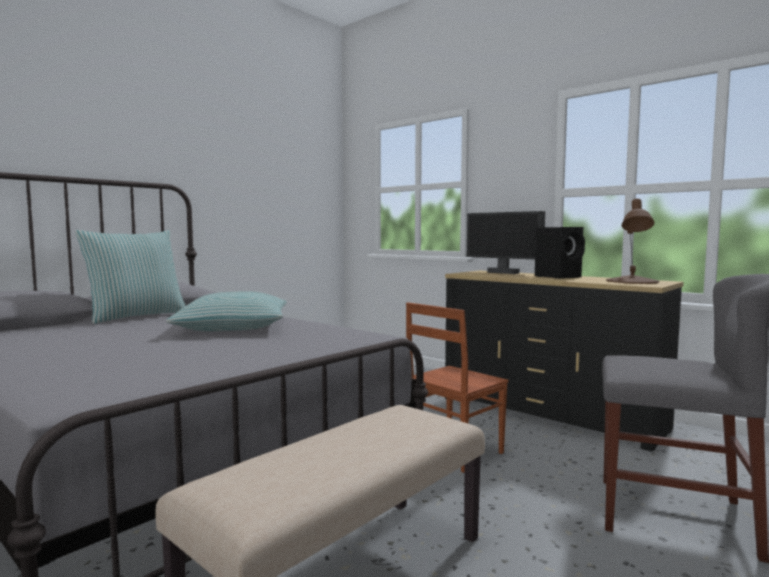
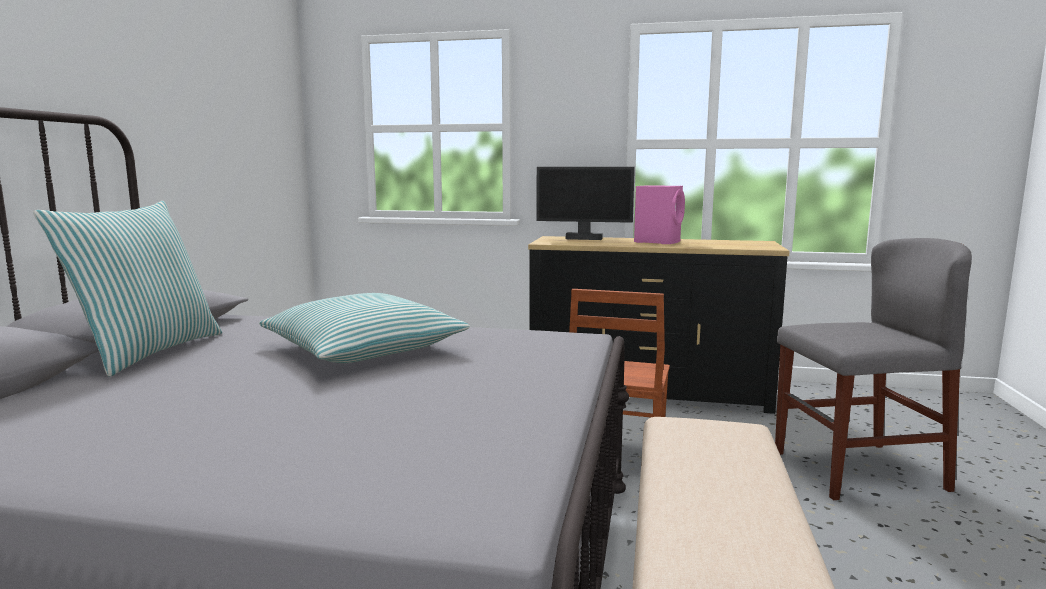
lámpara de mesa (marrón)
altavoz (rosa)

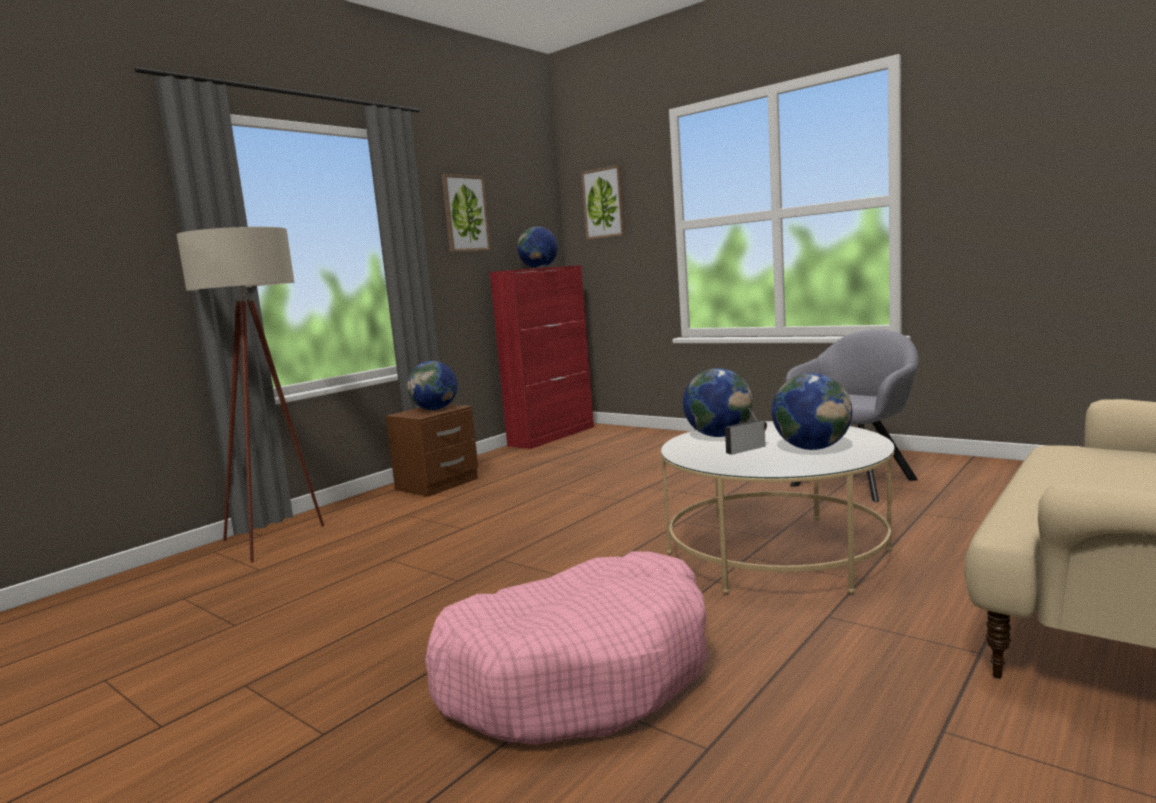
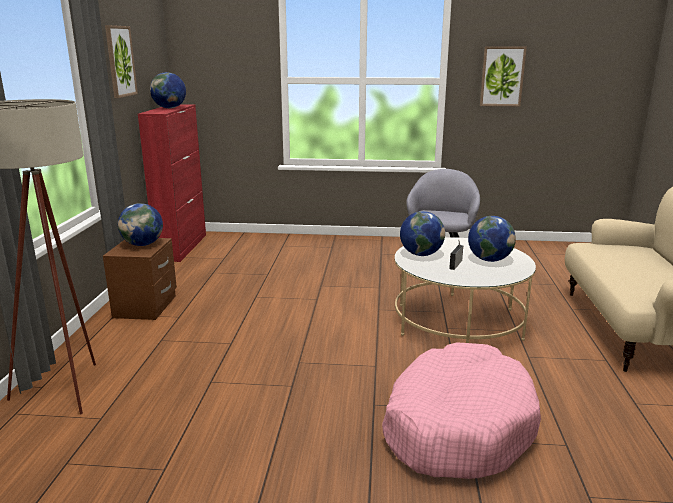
cuadro (2nd from left)

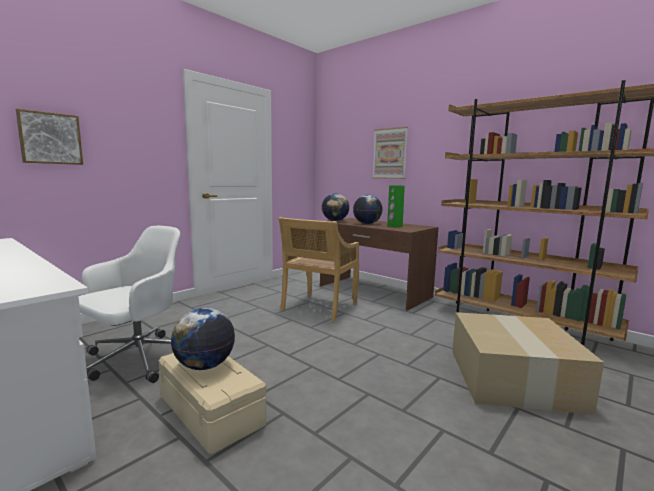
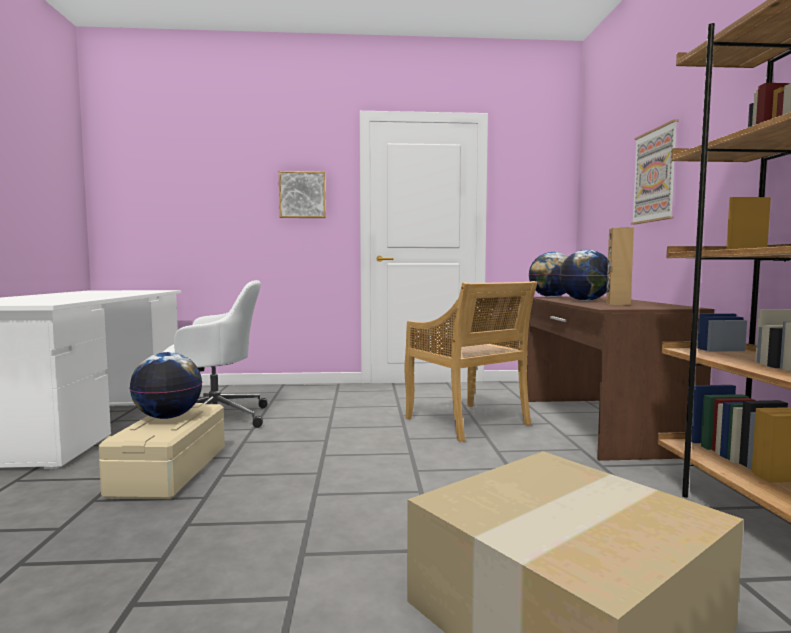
cuadro (1st from left)
altavoz (marrón)
silla (beis)

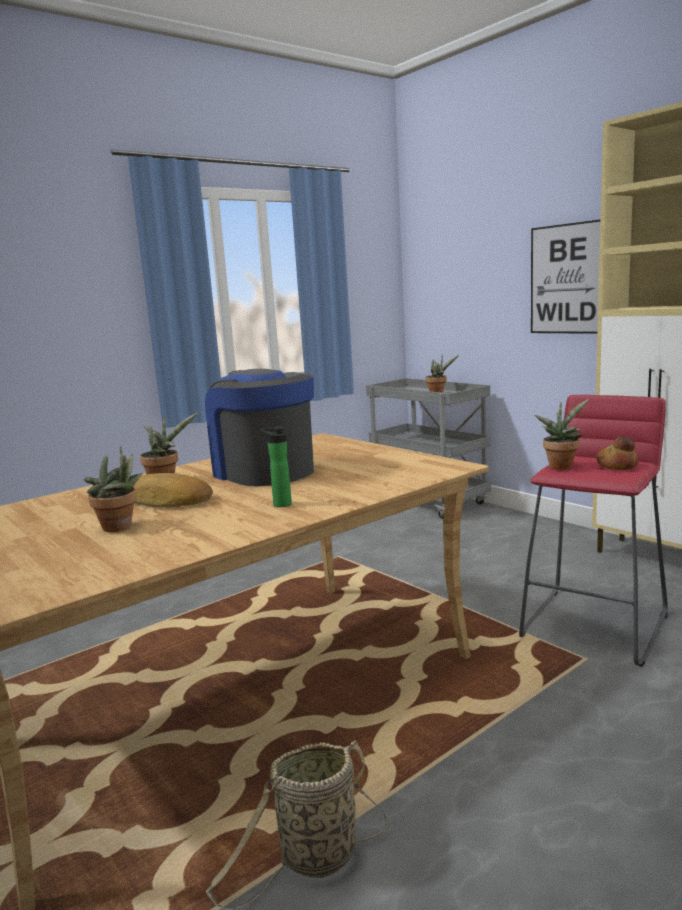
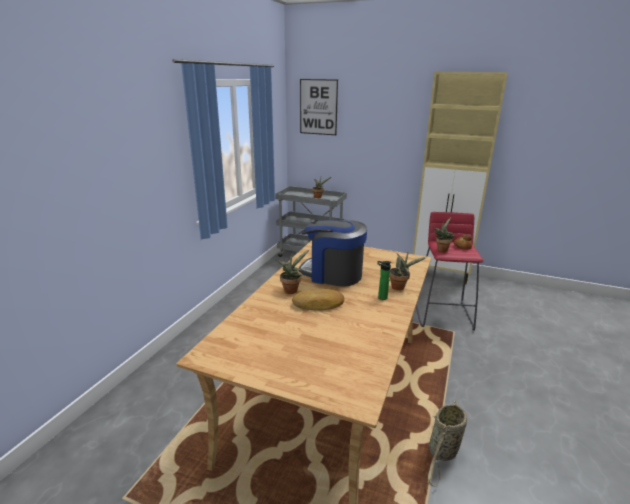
cuadro
planta en maceta (3rd from left)

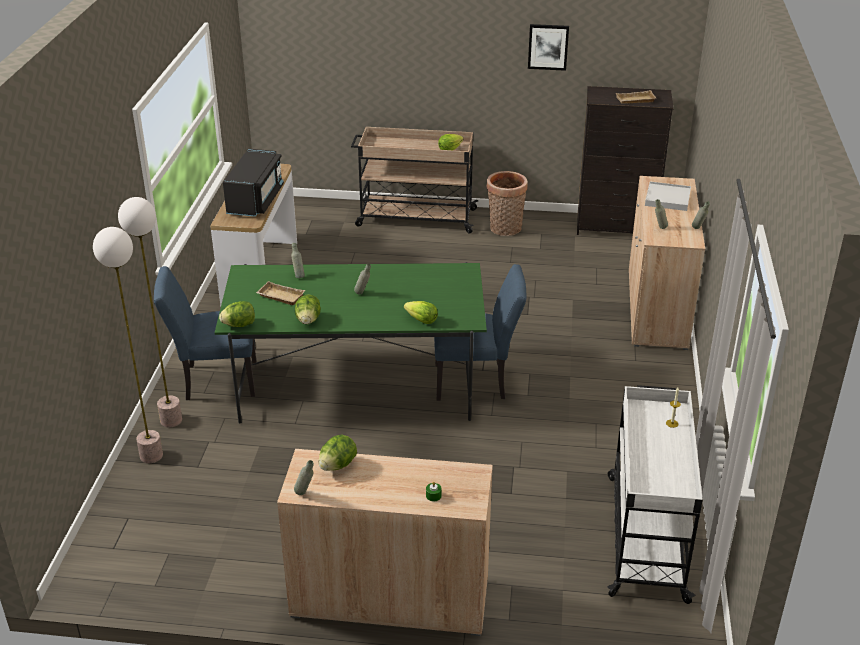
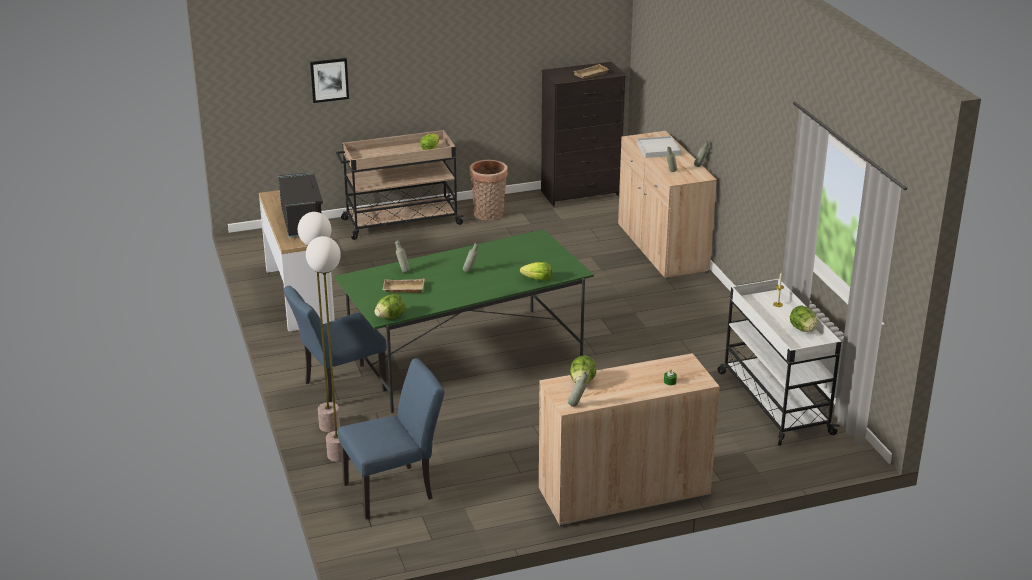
cuadro
silla (azul) (2nd from left)
lechuga (5th from left)

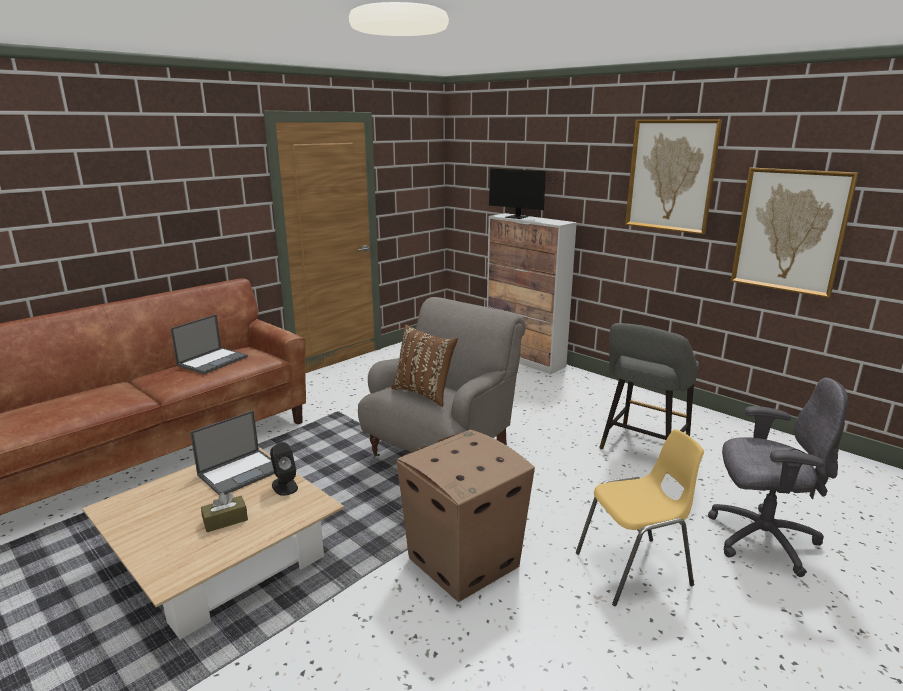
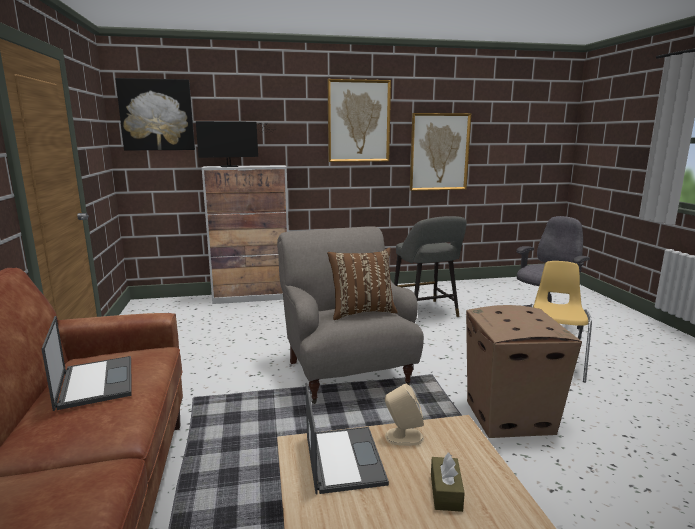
altavoz (beis)
cuadro (1st from left)

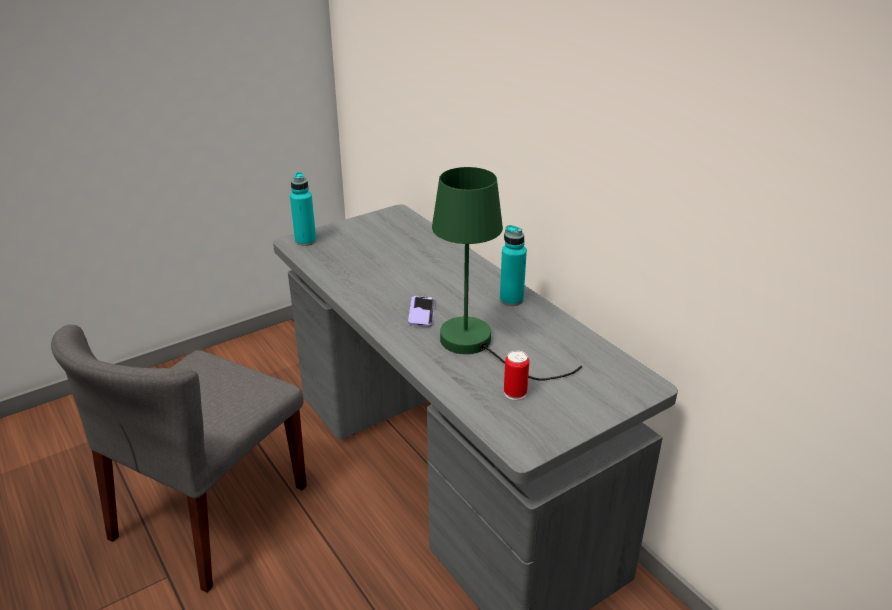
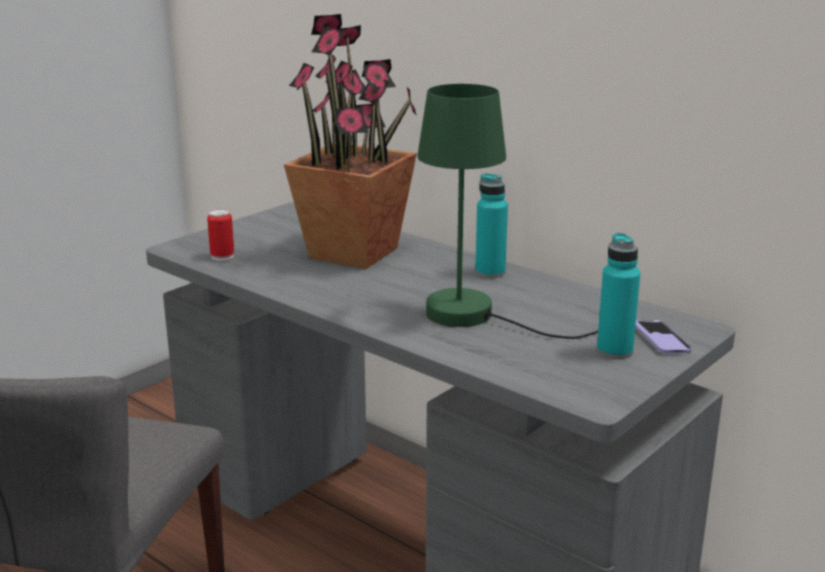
botella (turquesa) (2nd from left)
móvil
lata
planta en maceta

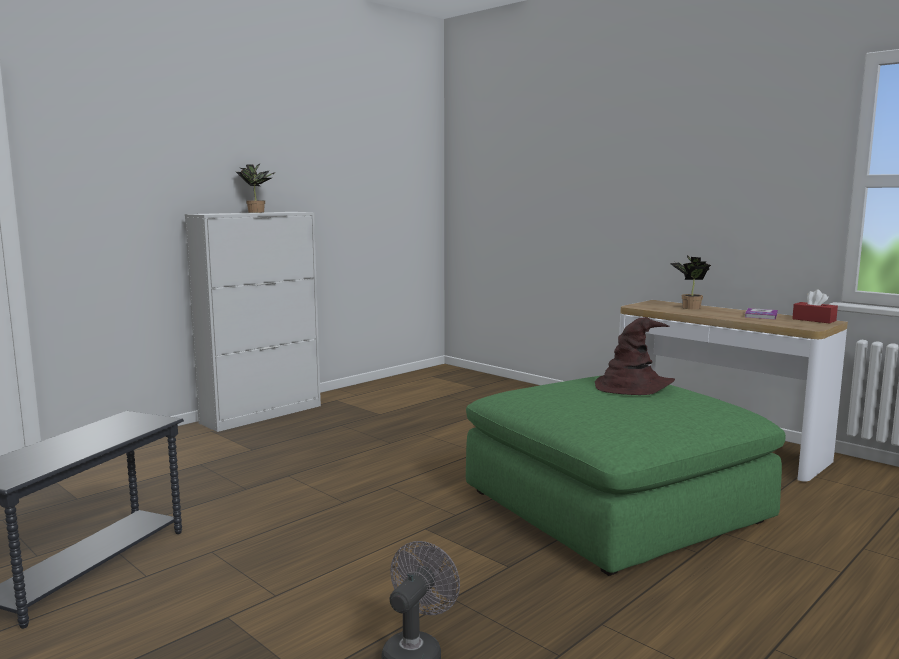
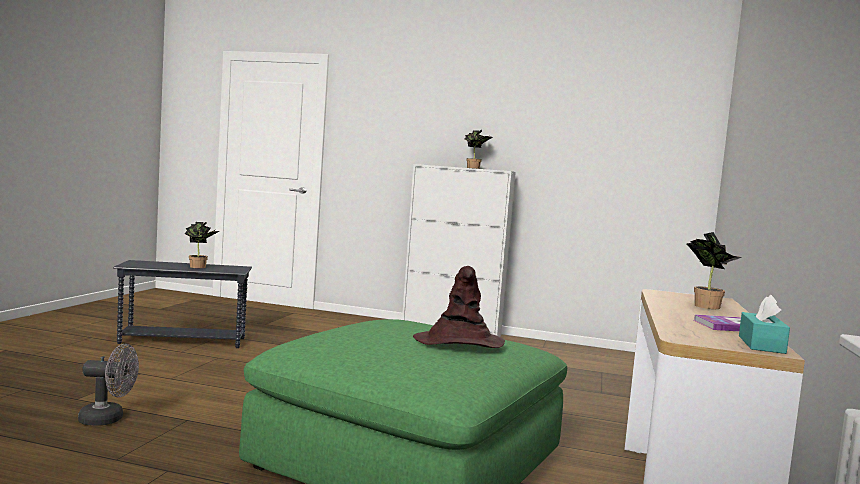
caja de pañuelos (turquesa)
planta en maceta (1st from left)

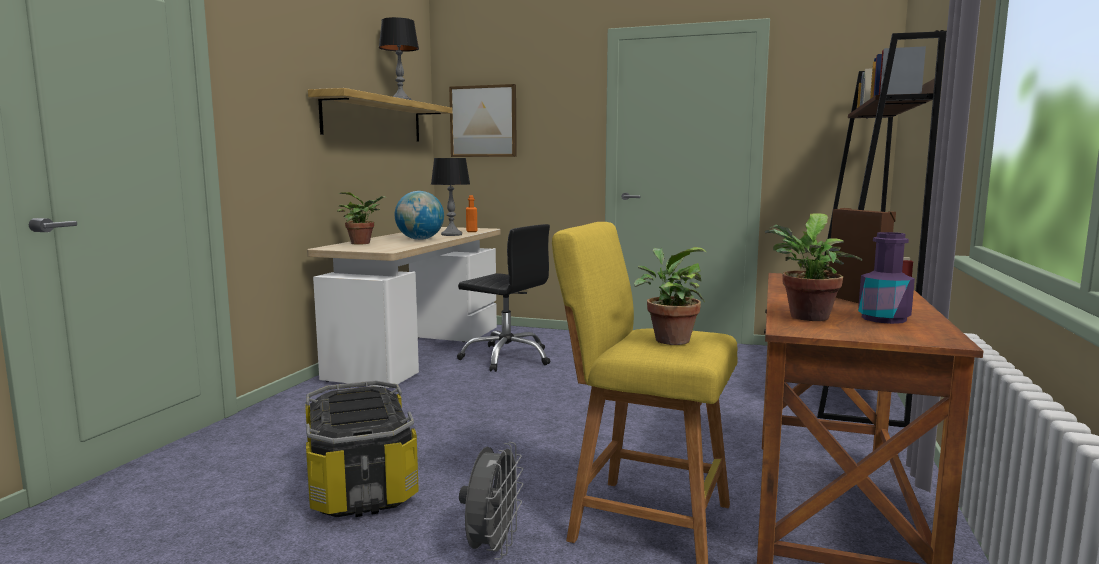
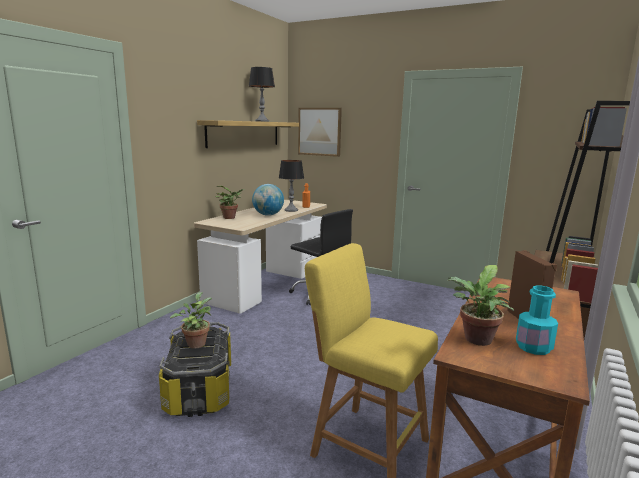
botella (turquesa)
planta en maceta (1st from left)
ventilador (gris)

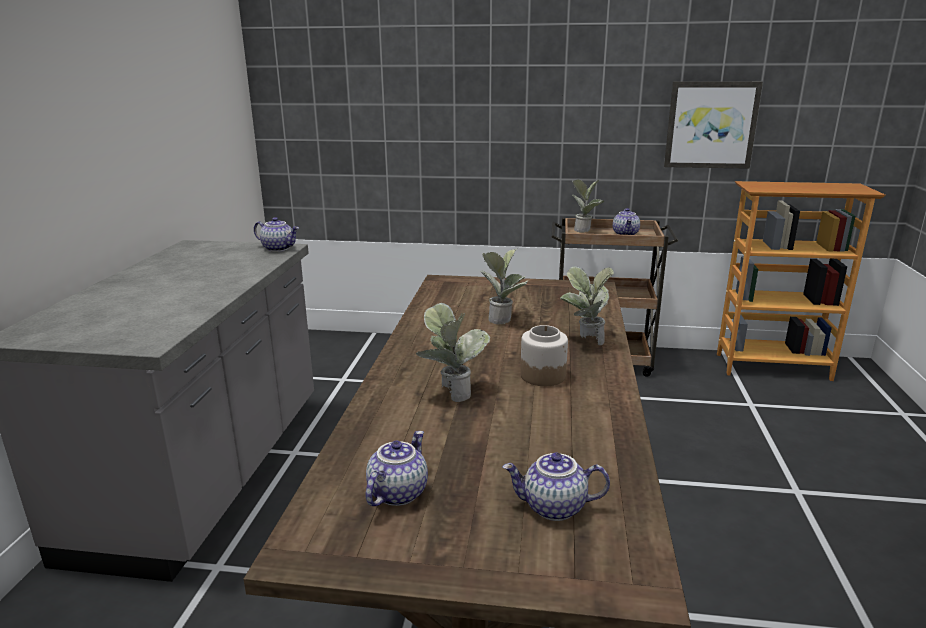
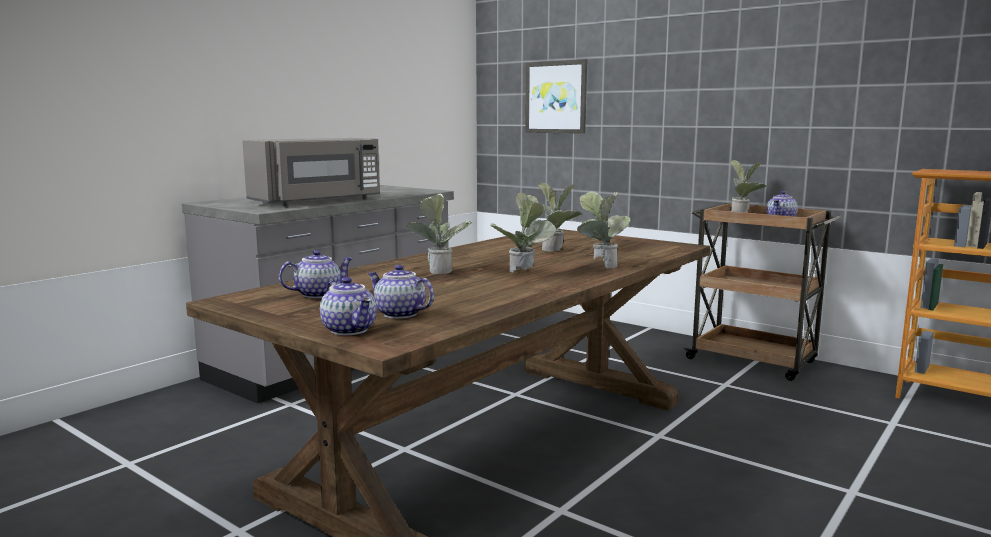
cuadro
tetera (2nd from left)
planta en maceta (2nd from left)
microondas (gris)

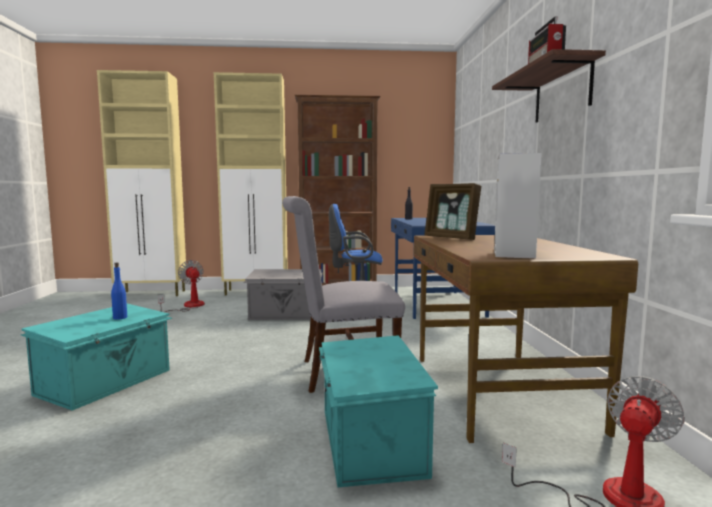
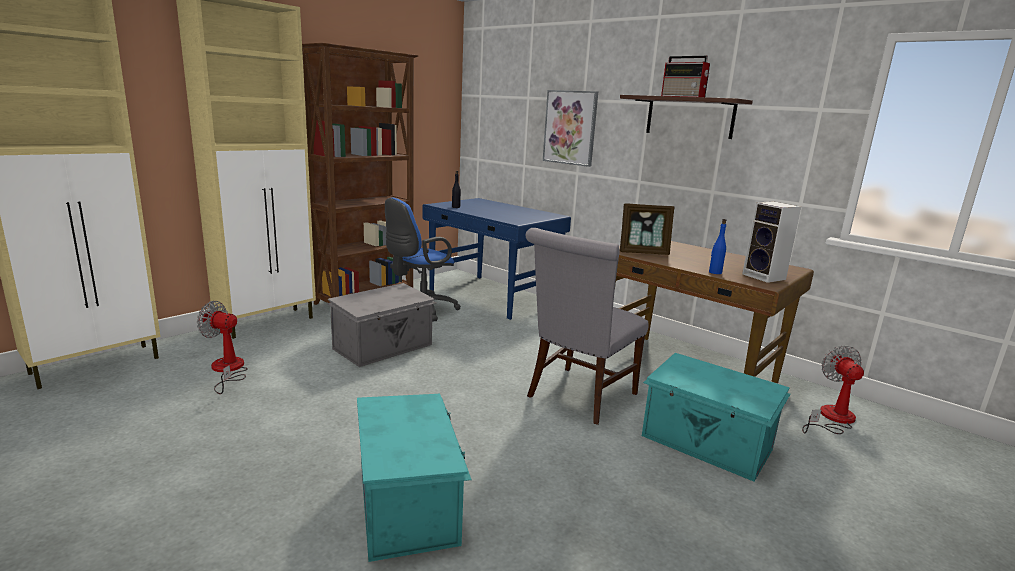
botella (azul)
cuadro

